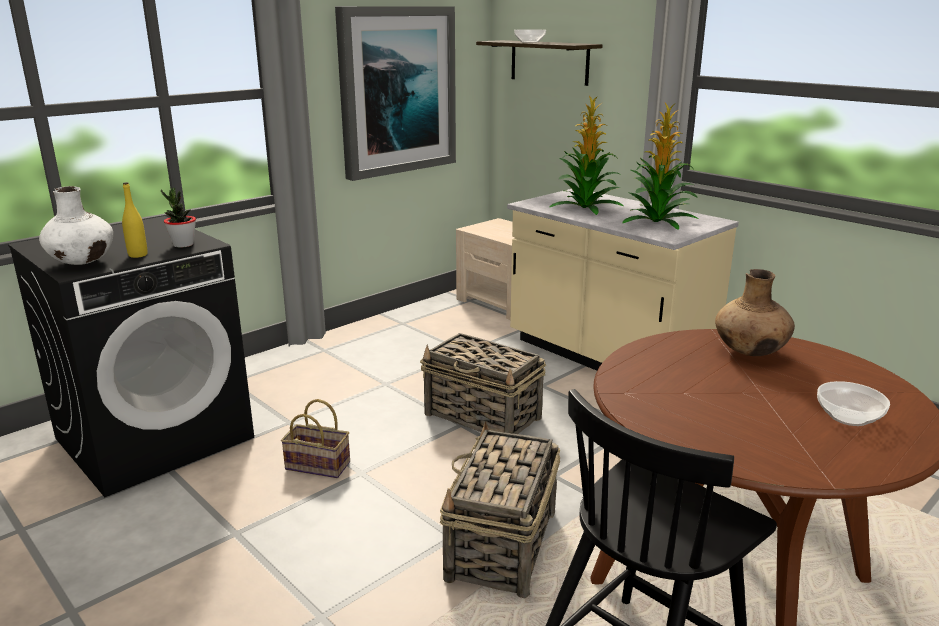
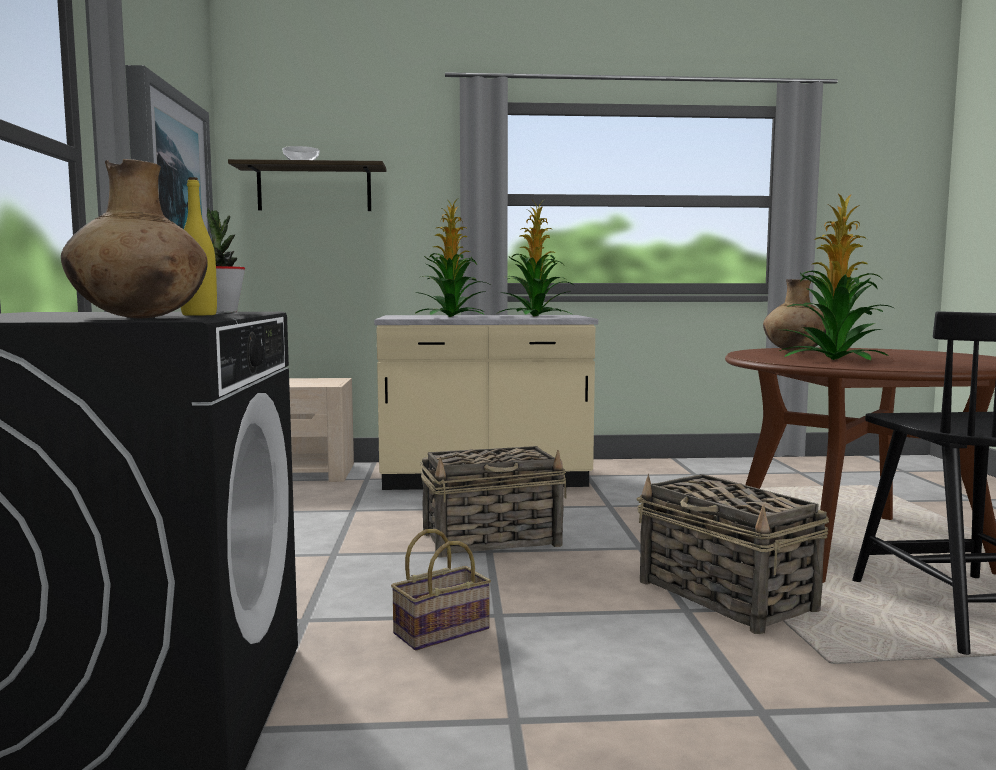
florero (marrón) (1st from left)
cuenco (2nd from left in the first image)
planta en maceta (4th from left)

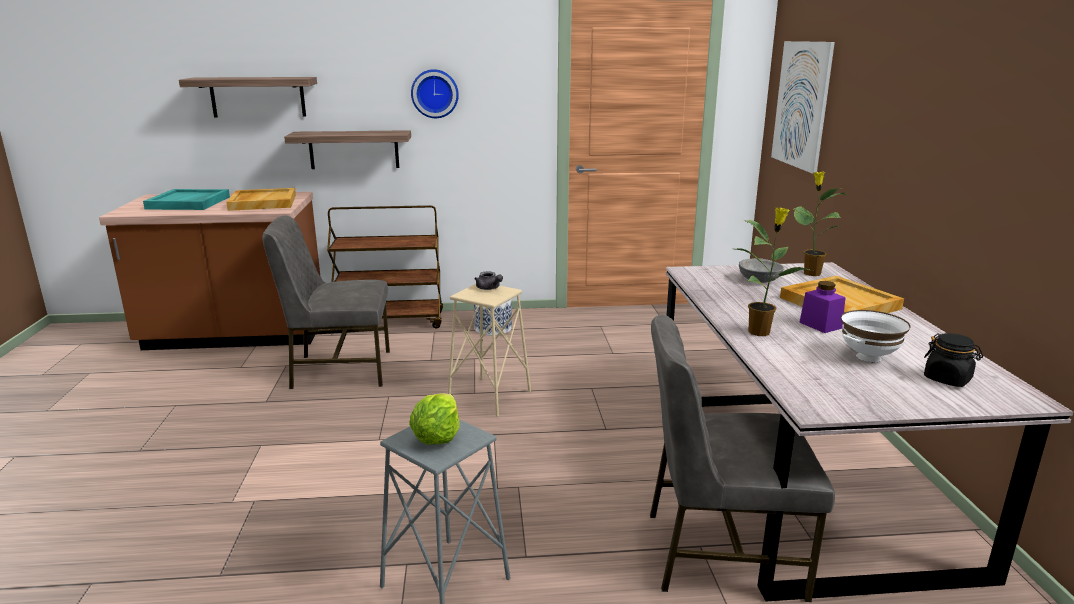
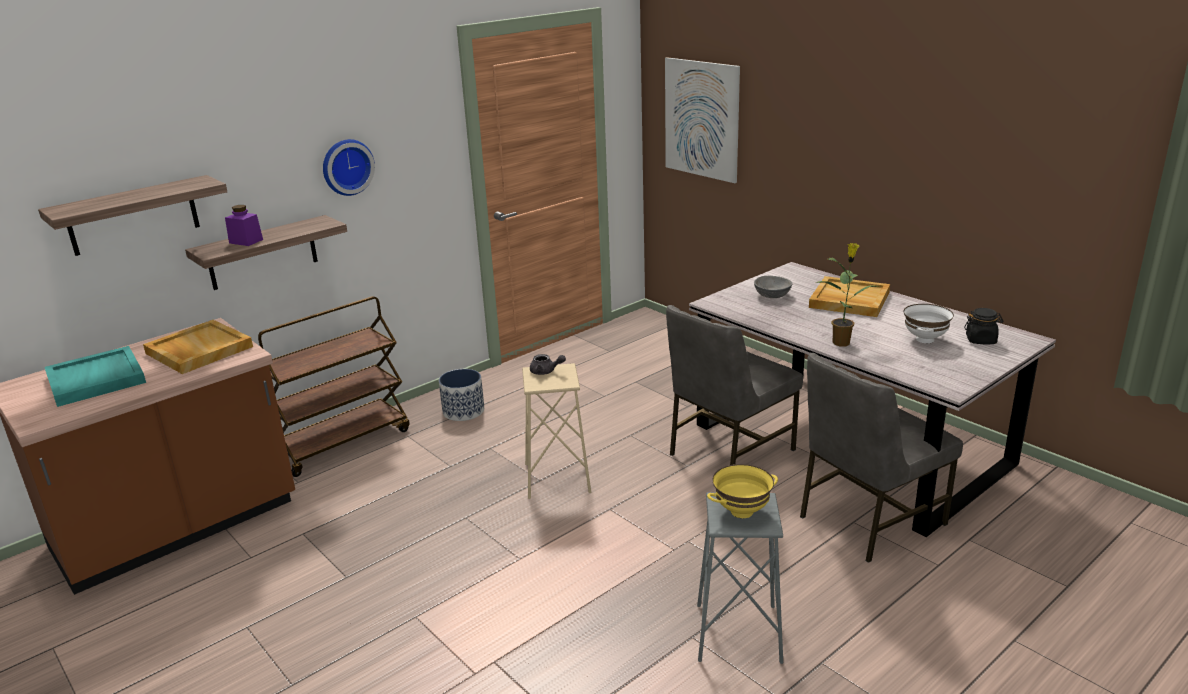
planta en maceta (2nd from left in the first image)
silla (gris) (1st from left)
tarro (morado)
cuenco (amarillo)

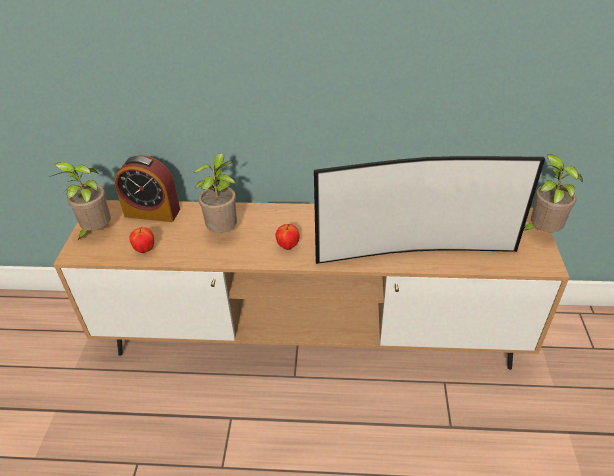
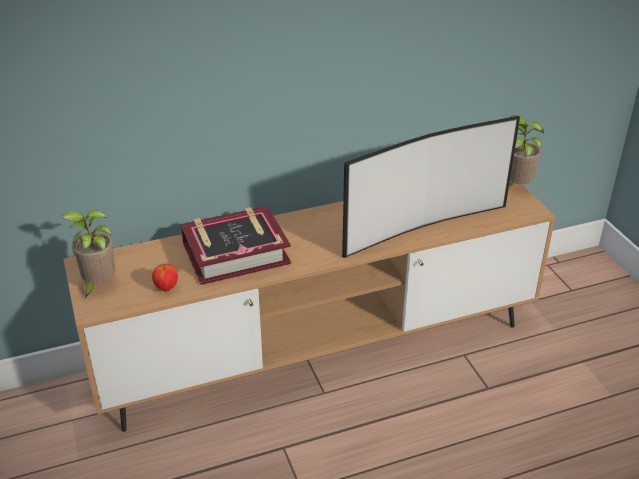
libro
despertador
manzana (2nd from left in the first image)

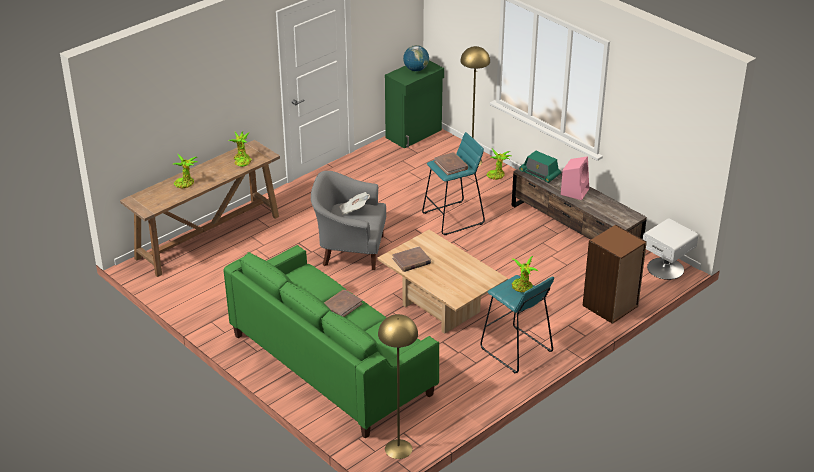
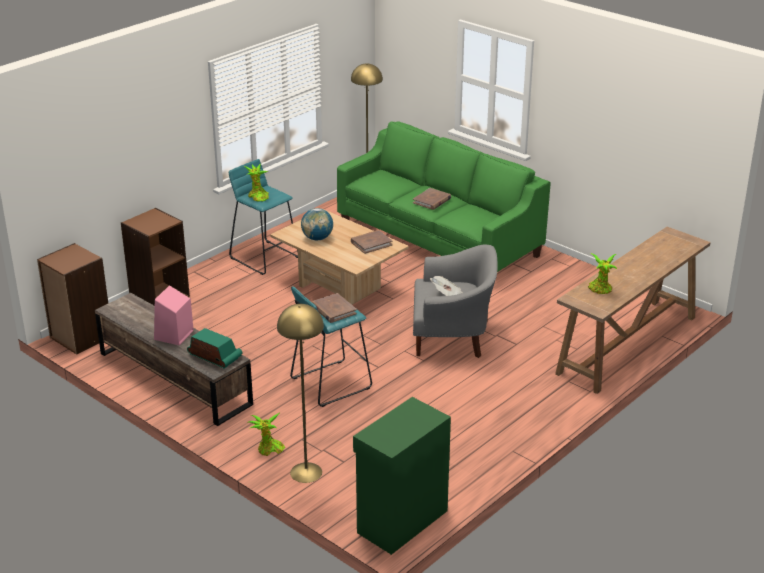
globo terráqueo
planta en maceta (1st from left in the first image)
estantería (marrón) (1st from left)

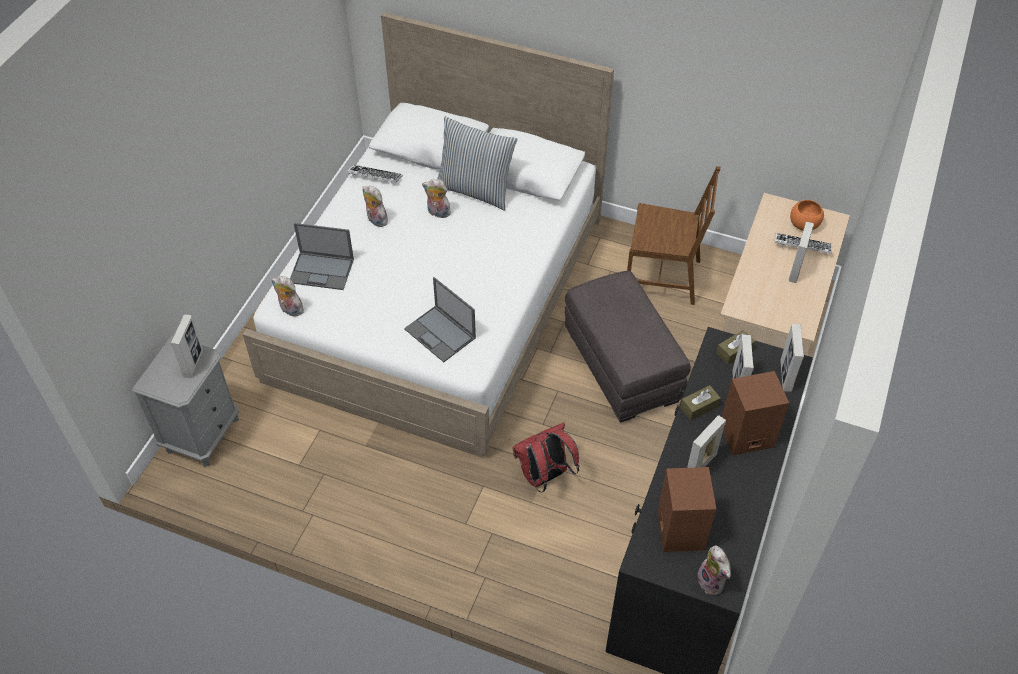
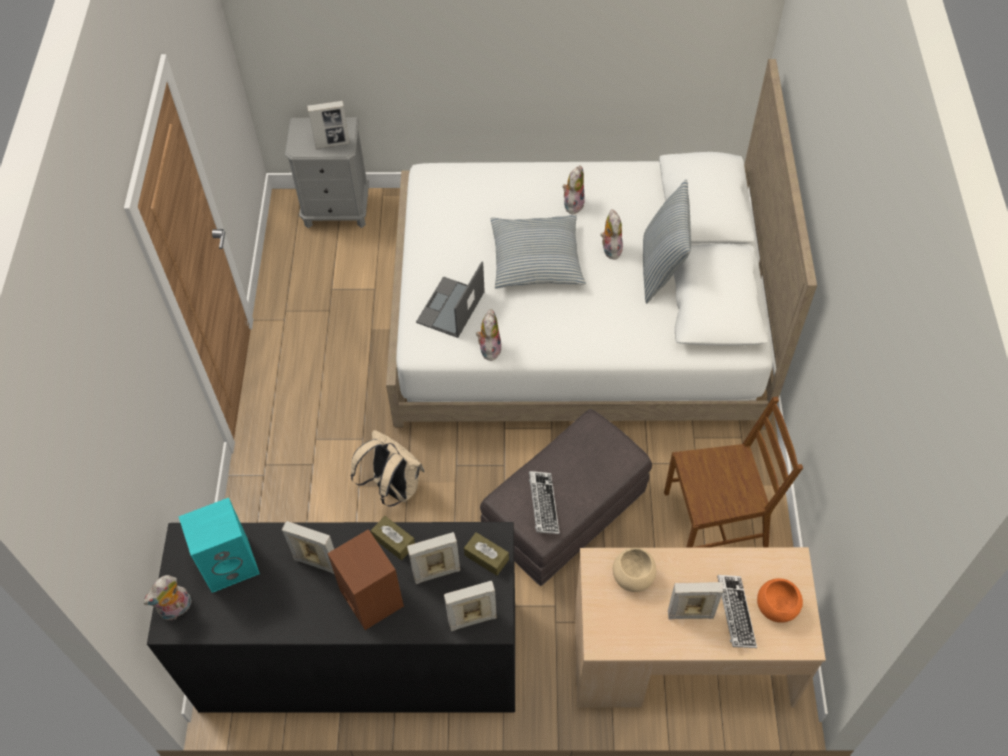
teclado (1st from left)
silla (marrón)
portátil (1st from left in the first image)
peluche (2nd from left)
mochila (beis)
altavoz (turquesa)
cojín (1st from left)
cuenco (beis)

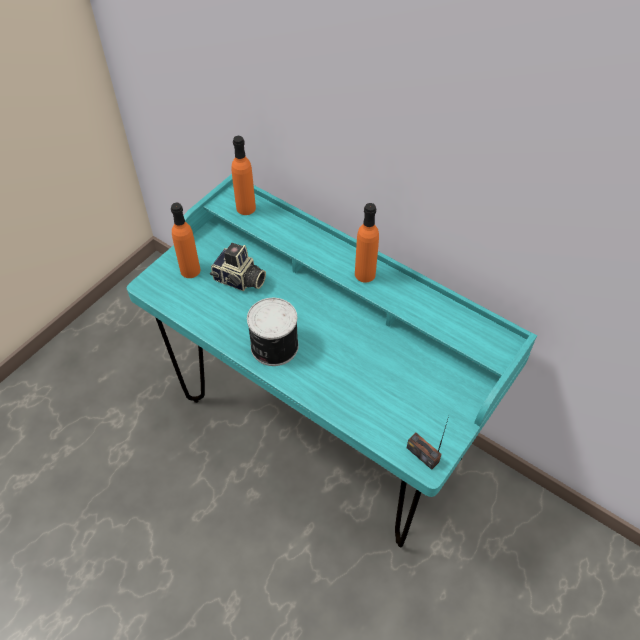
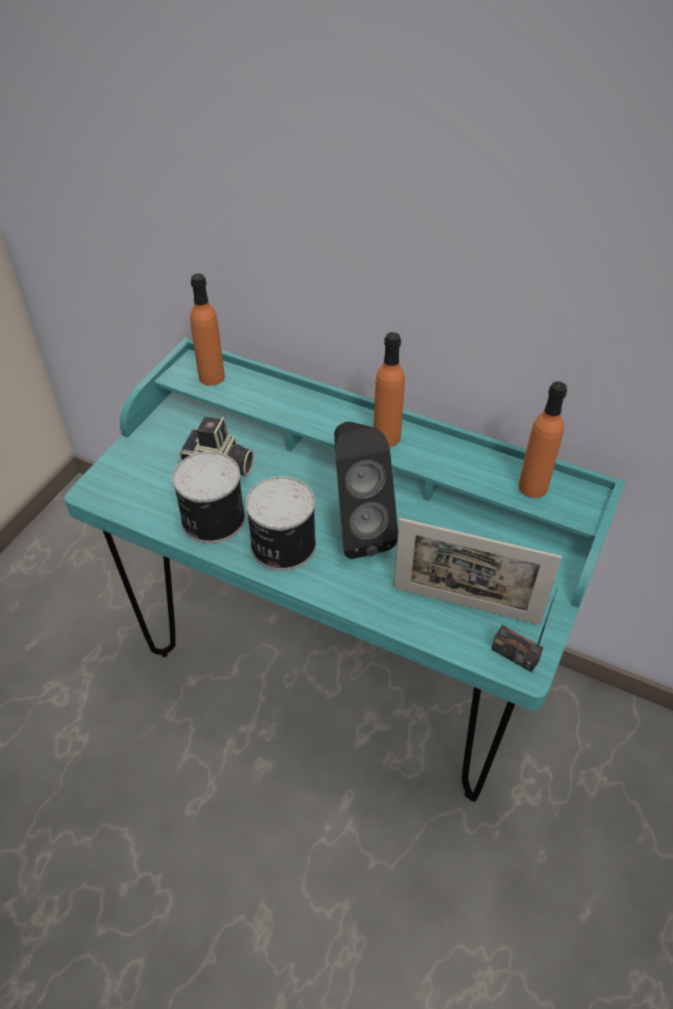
botella (naranja) (3rd from left)
altavoz (negro)
lata (1st from left)
portarretratos

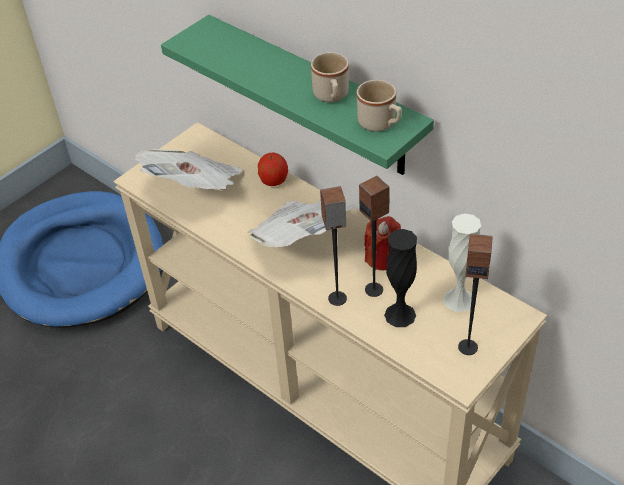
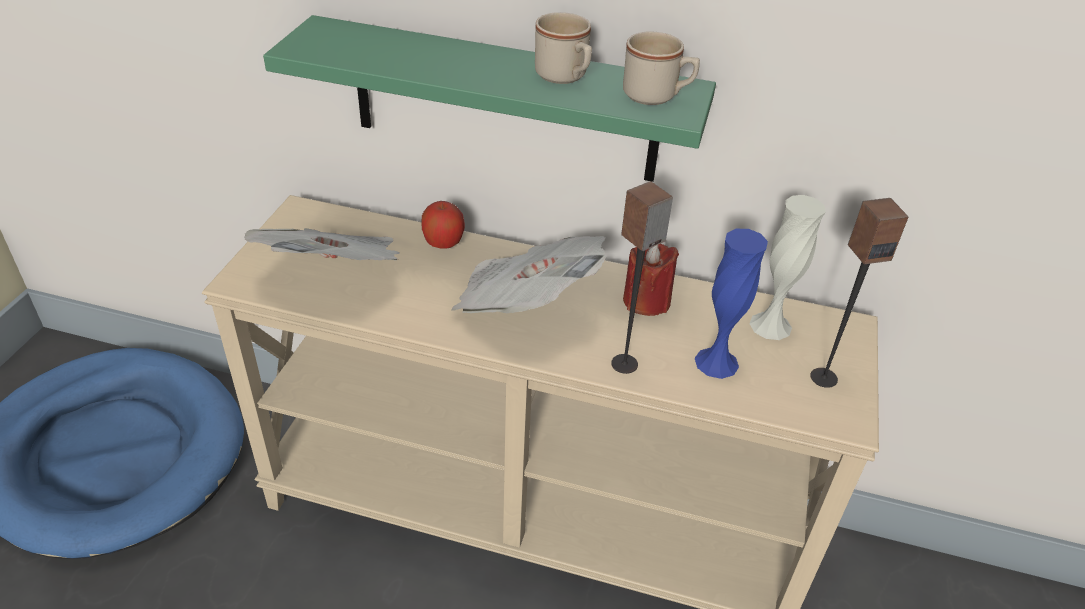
altavoz (2nd from left in the first image)
florero (azul)

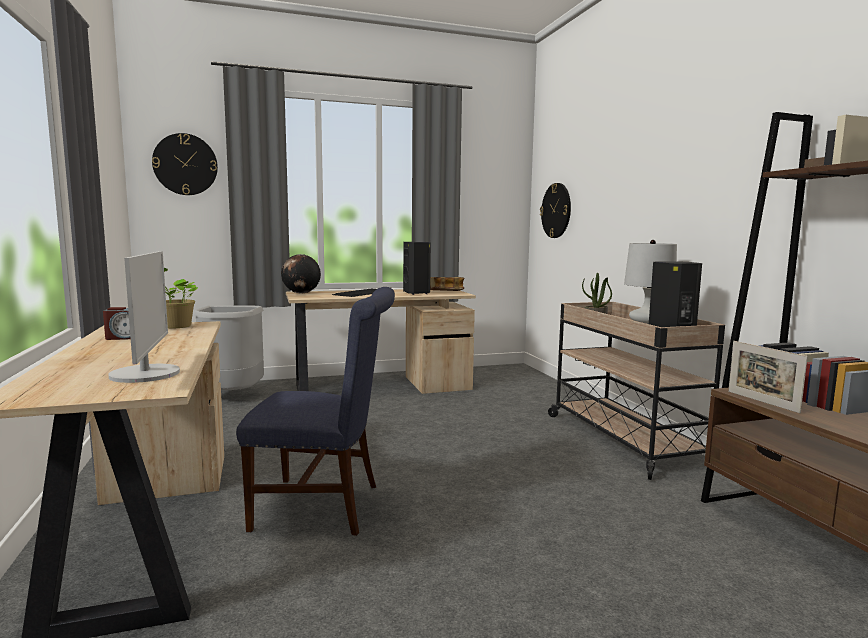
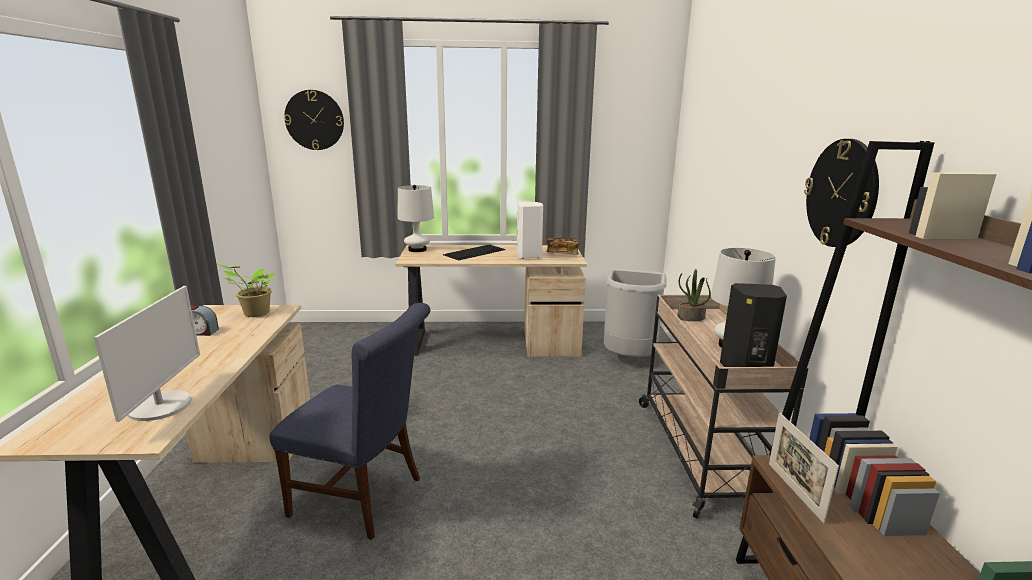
reloj de pared (2nd from left)
altavoz (blanco)
lámpara de mesa (blanco) (1st from left)
papelera (gris)

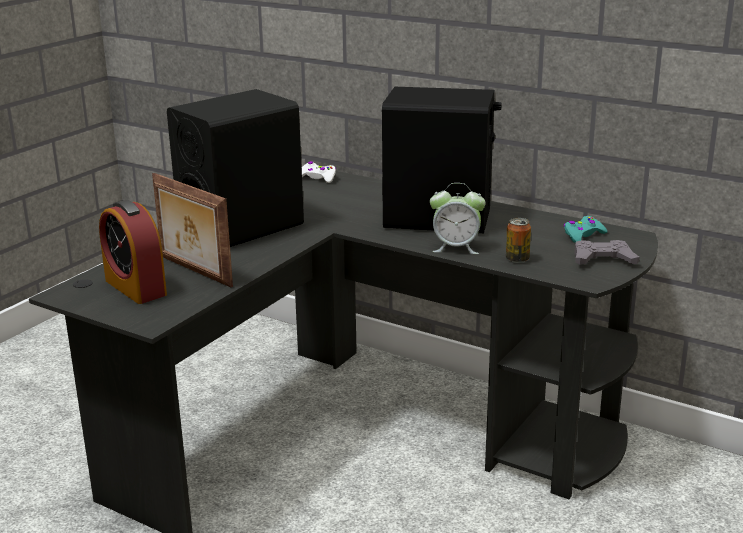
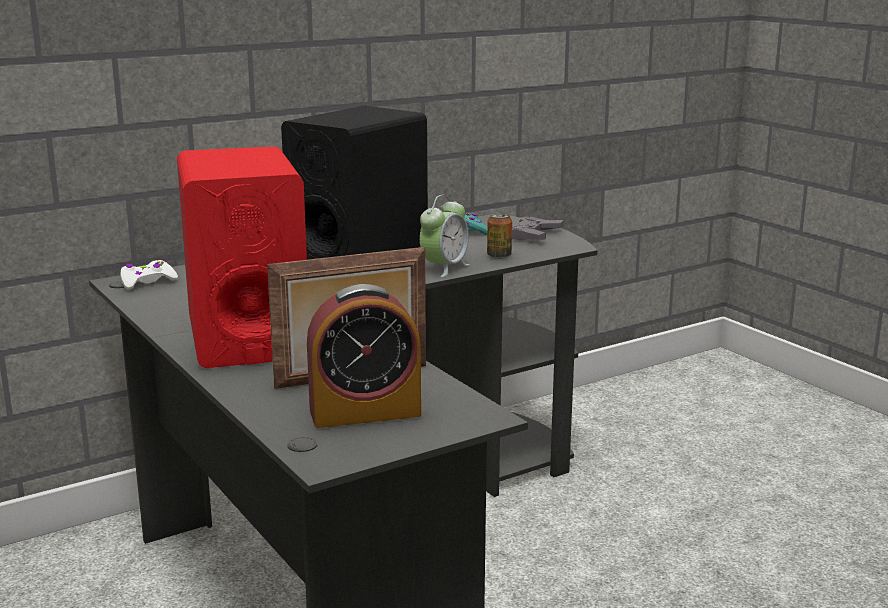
altavoz (rojo)

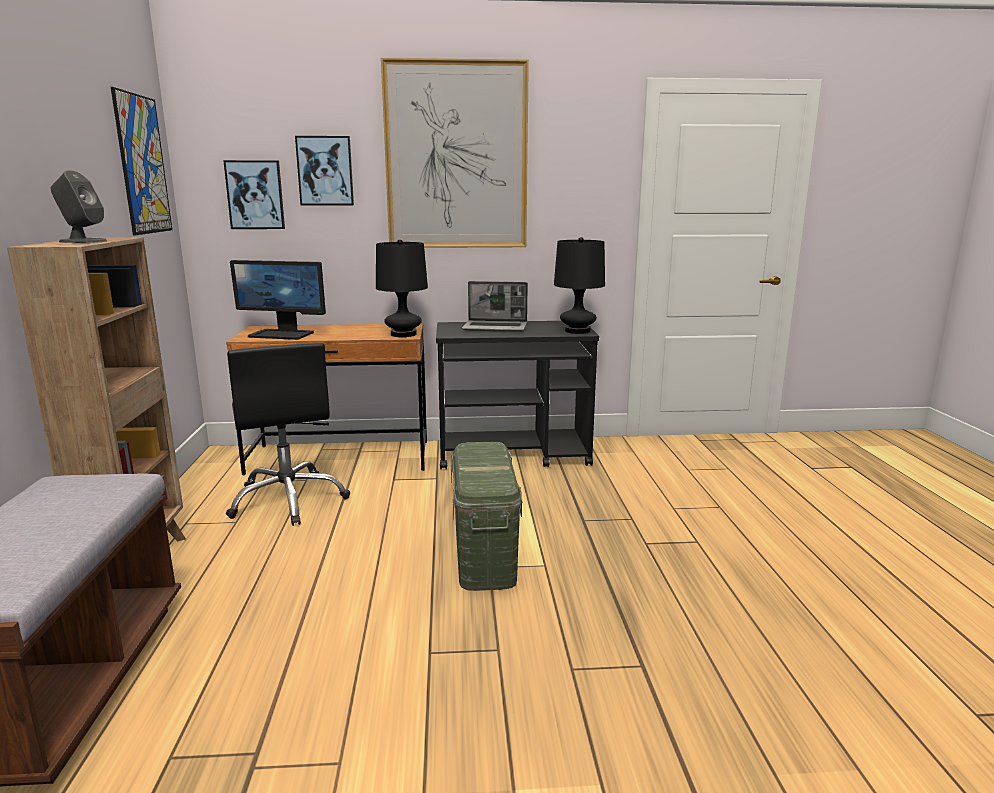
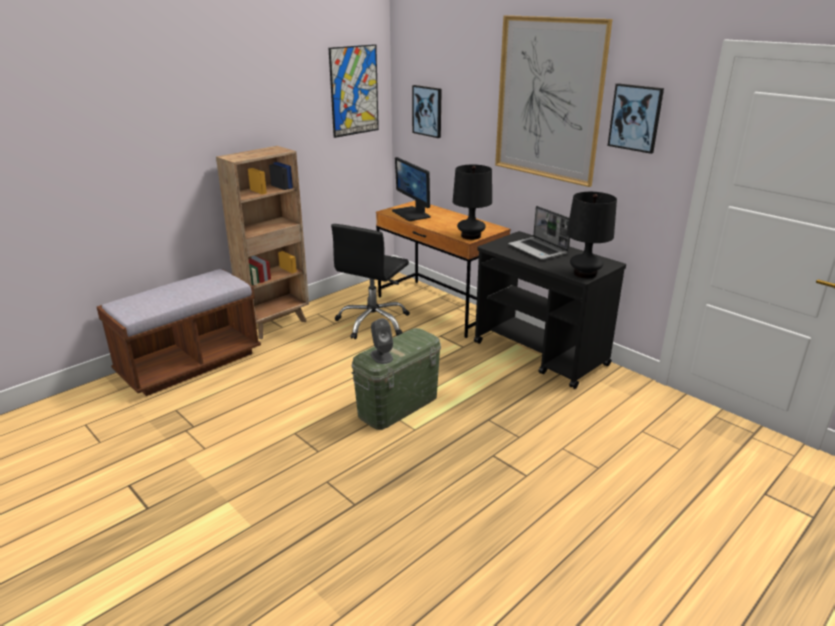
cuadro (4th from left)
altavoz (gris)

